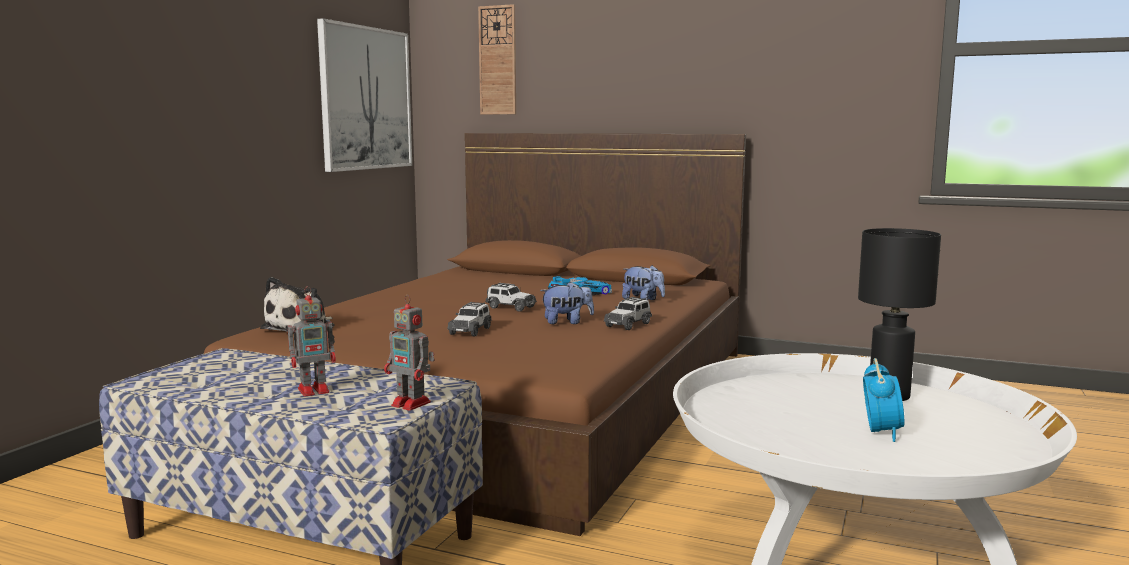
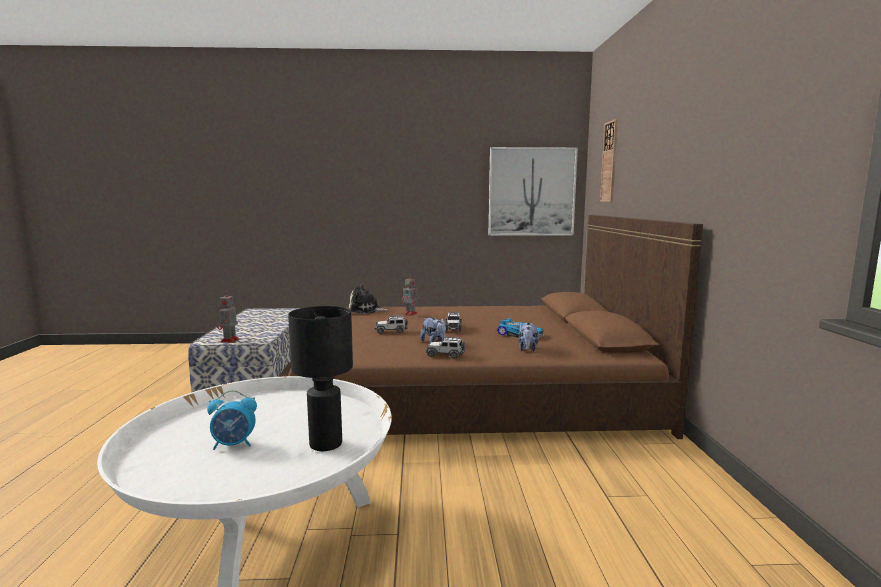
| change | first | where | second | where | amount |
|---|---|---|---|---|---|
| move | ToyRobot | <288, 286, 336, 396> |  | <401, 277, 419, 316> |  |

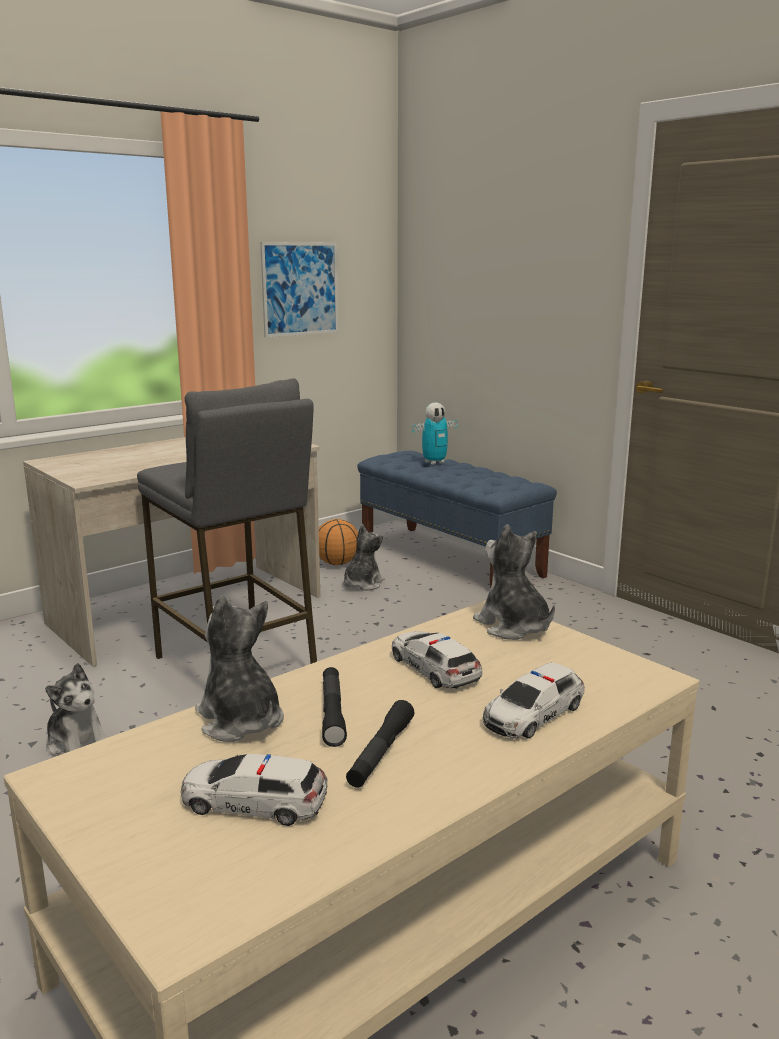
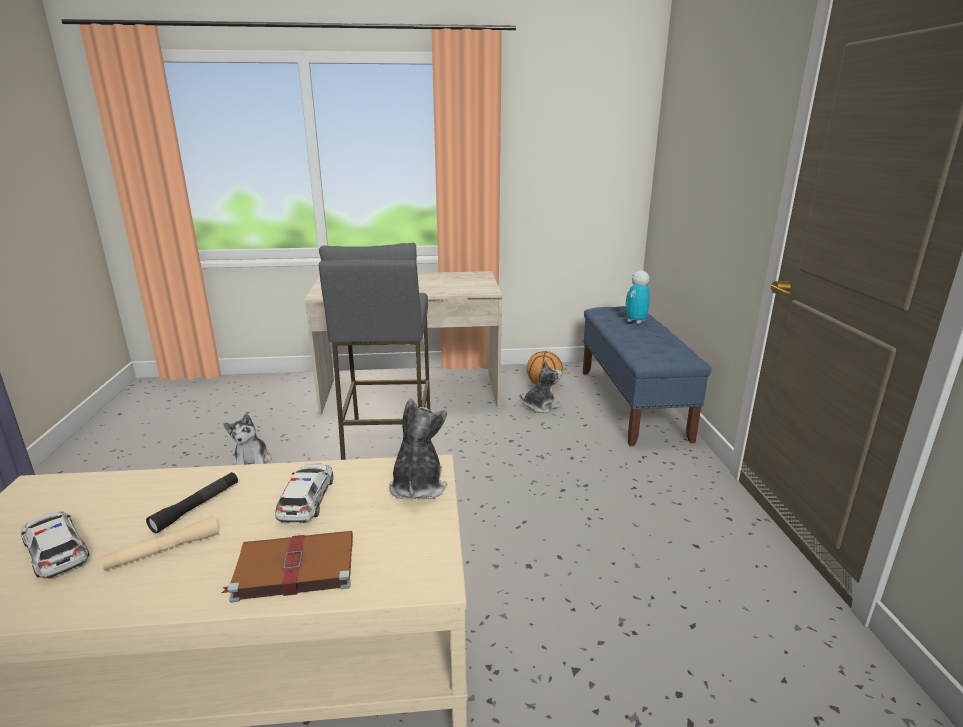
| change | first | where | second | where | amount |
|---|---|---|---|---|---|
| recolor | BlackColouredHandTorch | <346, 700, 415, 788> | BeigeHandTorch | <101, 516, 219, 571> |  |
| replace | ToyCar | <483, 662, 585, 739> | BrownishVolume | <221, 531, 353, 603> |  |
| rotate | ToyRobot | <412, 402, 458, 465> |  | <625, 270, 650, 324> | 120 degrees clockwise |
| delete | CuddlyToy | <195, 596, 284, 742> |  |  |  |
| delete | WallArt | <260, 242, 338, 338> |  |  |  |

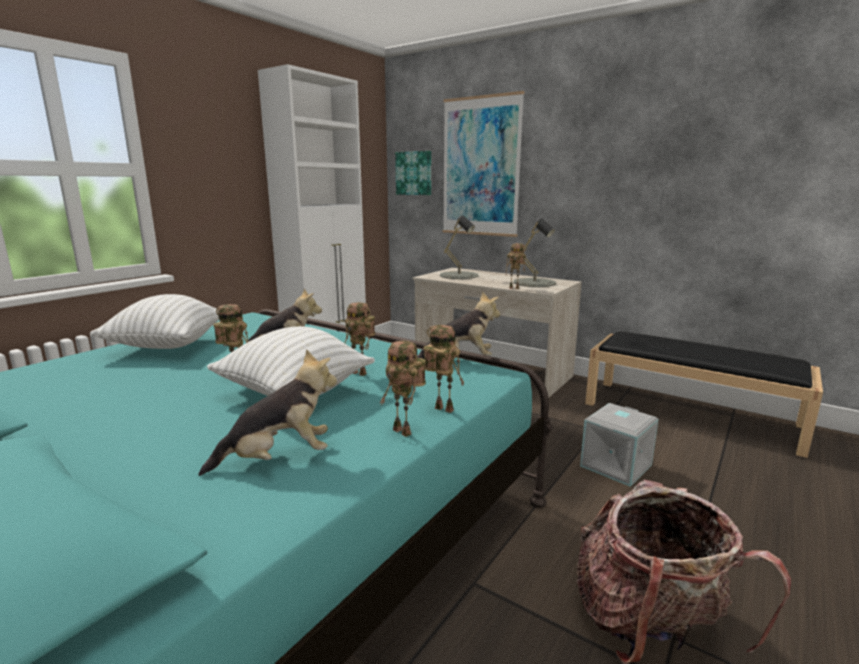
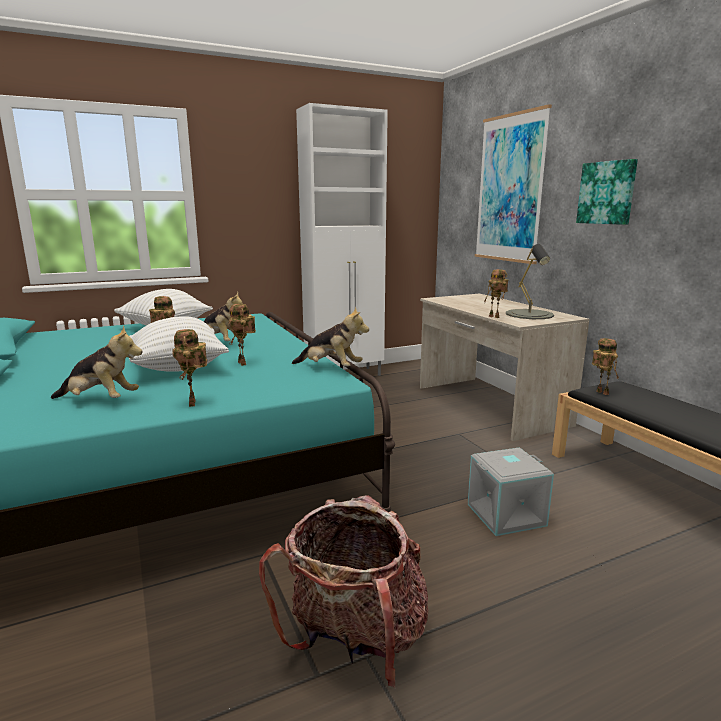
| change | first | where | second | where | amount |
|---|---|---|---|---|---|
| move | WallArt | <395, 151, 431, 195> |  | <576, 159, 638, 225> |  |
| move | ToyRobot | <424, 325, 464, 413> |  | <592, 338, 619, 395> |  |
| delete | GreyishTableLamp | <440, 215, 479, 279> |  |  |  |

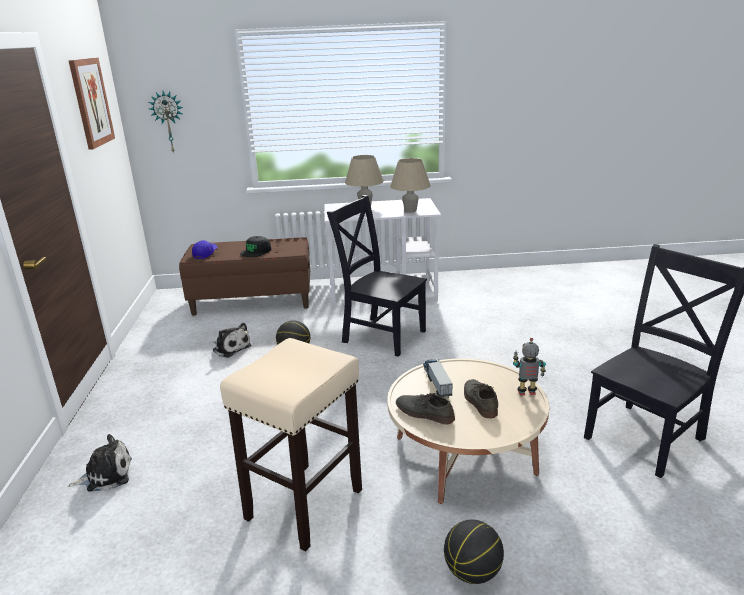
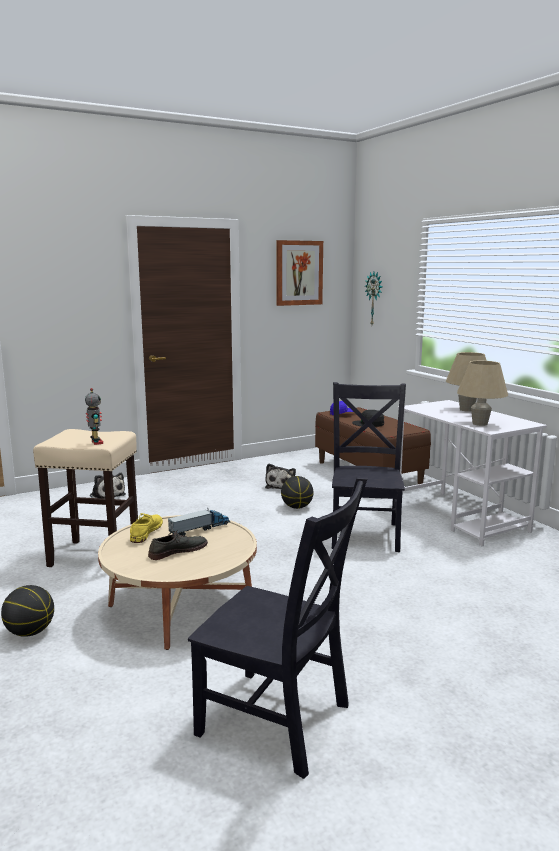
| change | first | where | second | where | amount |
|---|---|---|---|---|---|
| move | ToyRobot | <513, 338, 546, 396> |  | <85, 388, 103, 445> |  |
| recolor | GreyishShoe | <396, 393, 455, 425> | YellowishShoe | <130, 513, 163, 543> |  |

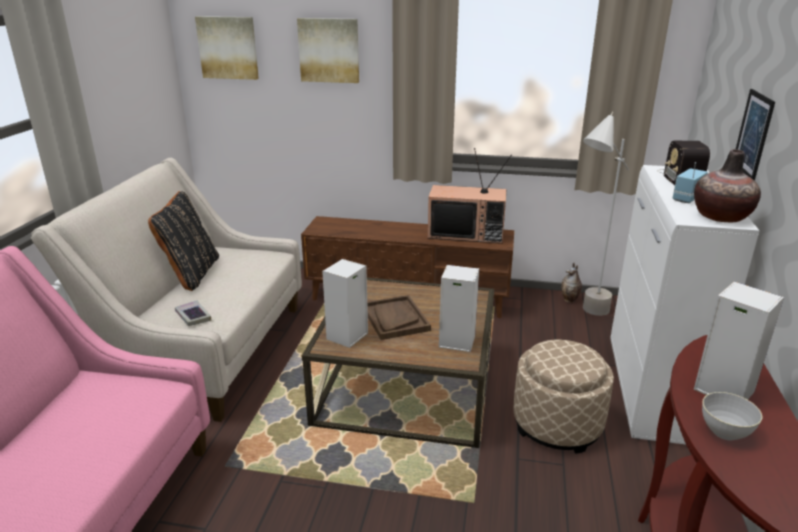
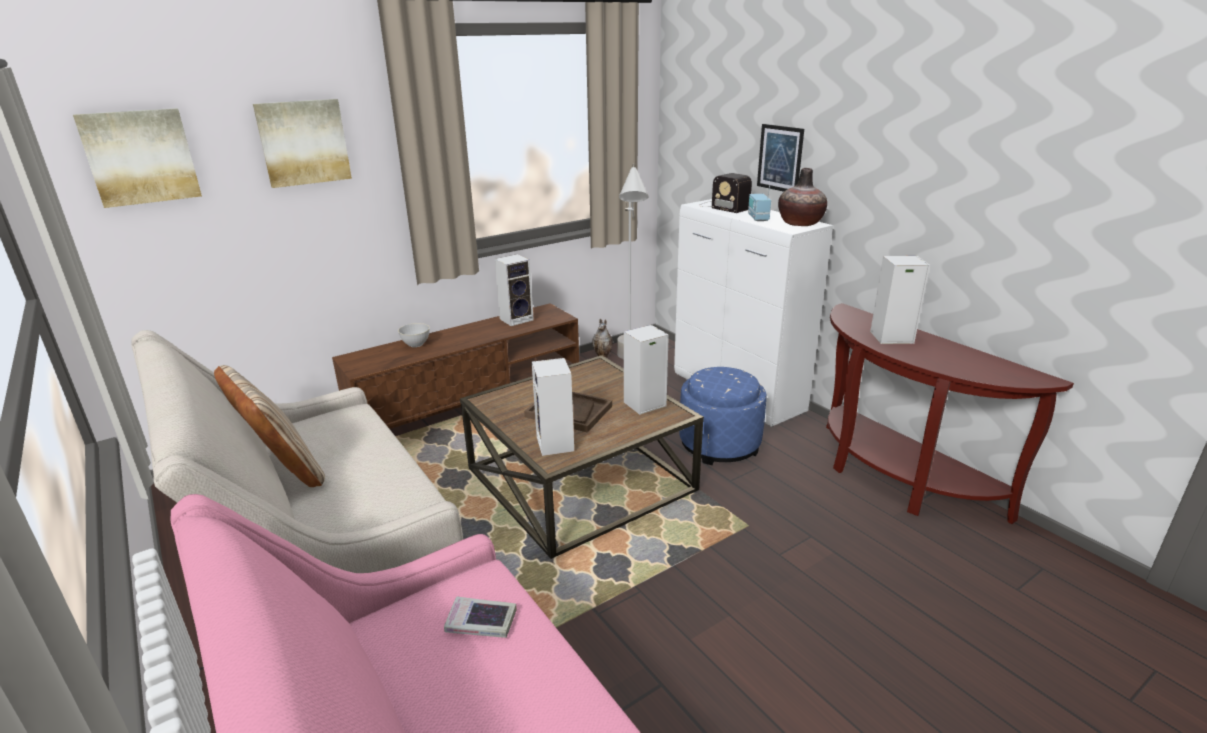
| change | first | where | second | where | amount |
|---|---|---|---|---|---|
| recolor | BlackColouredPillow | <148, 191, 219, 291> | BeigePillow | <214, 365, 325, 487> |  |
| move | GreyishBowl | <702, 392, 762, 440> |  | <398, 323, 430, 347> |  |
| move | Volume | <175, 300, 211, 326> |  | <444, 596, 516, 638> |  |
| replace | TvSet | <428, 148, 512, 244> | AudioSpeaker | <494, 254, 534, 326> |  |
| recolor | BeigePouffe | <513, 339, 614, 454> | BluePouffe | <679, 367, 766, 465> |  |

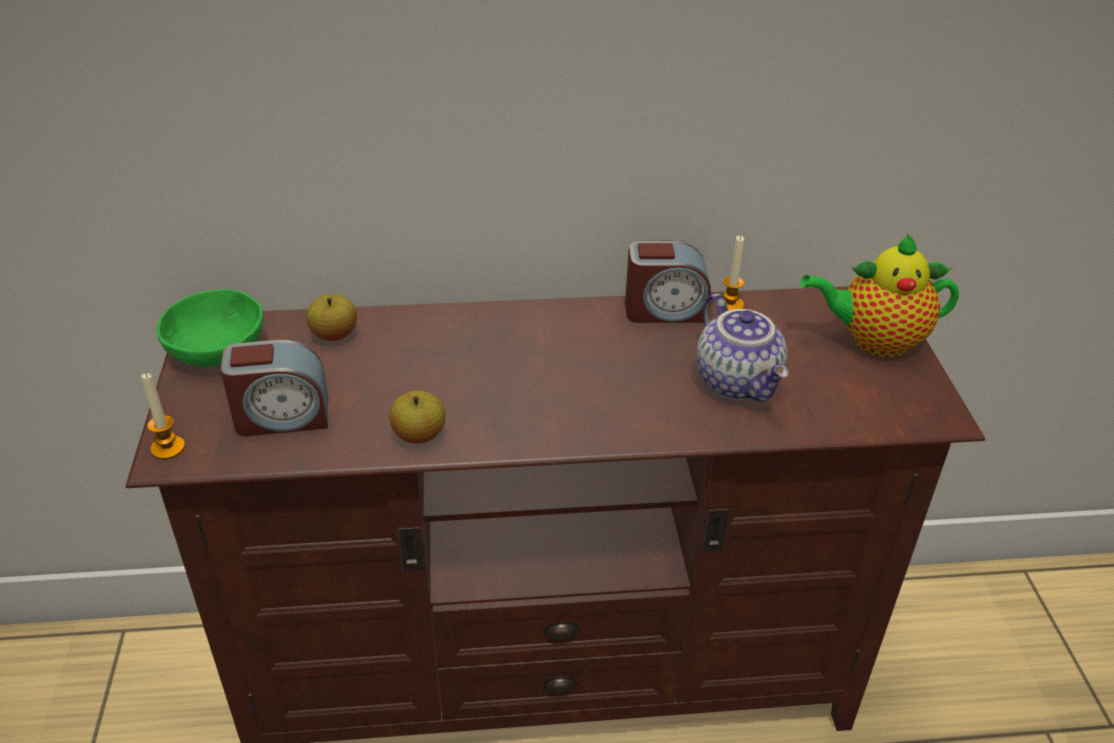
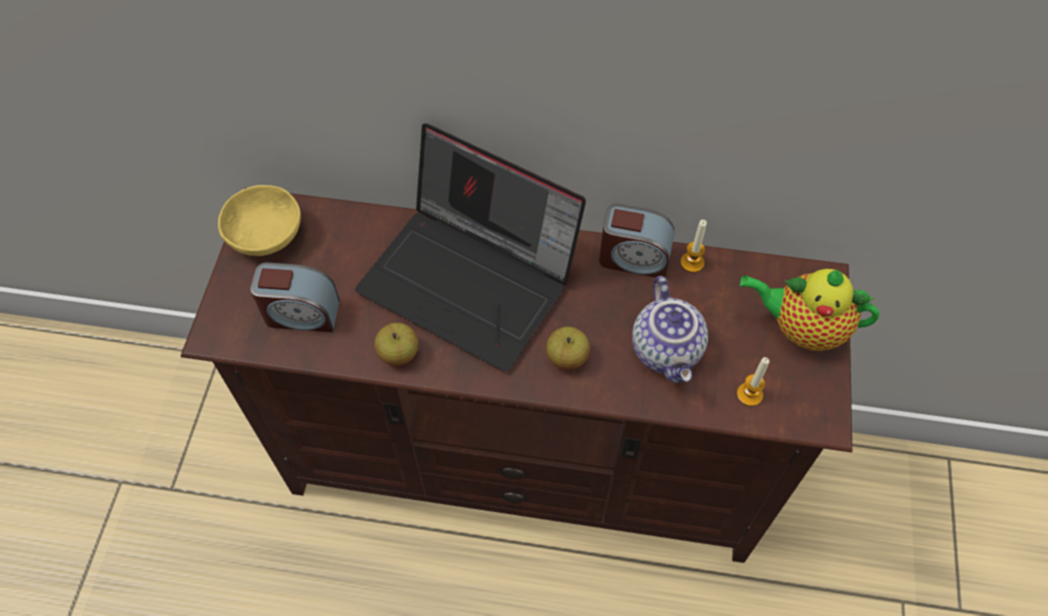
| change | first | where | second | where | amount |
|---|---|---|---|---|---|
| recolor | GreenishBowl | <157, 289, 263, 367> | YellowishBowl | <218, 185, 301, 256> |  |
| insert |  |  | NotebookComputer | <355, 124, 586, 372> |  |
| move | AppleFruit | <306, 294, 357, 341> |  | <546, 327, 590, 370> |  |
| move | WaxCandle | <141, 373, 185, 460> |  | <737, 357, 769, 406> |  |

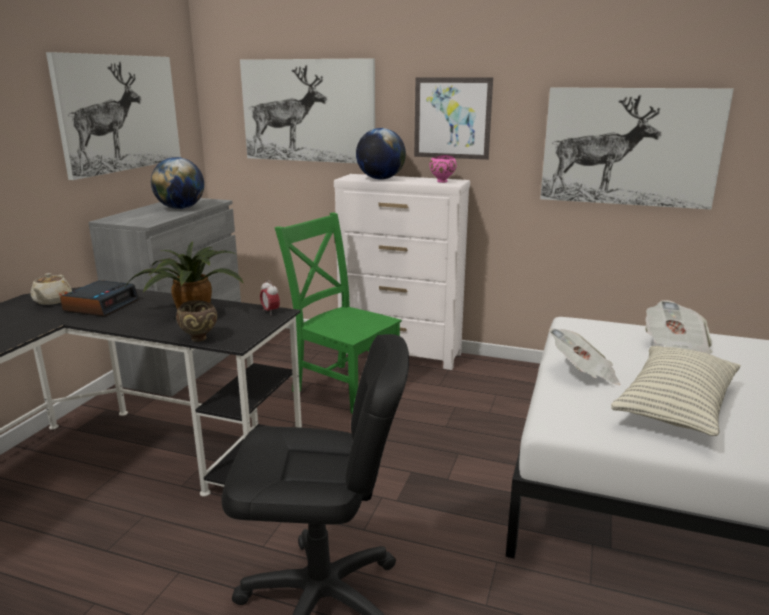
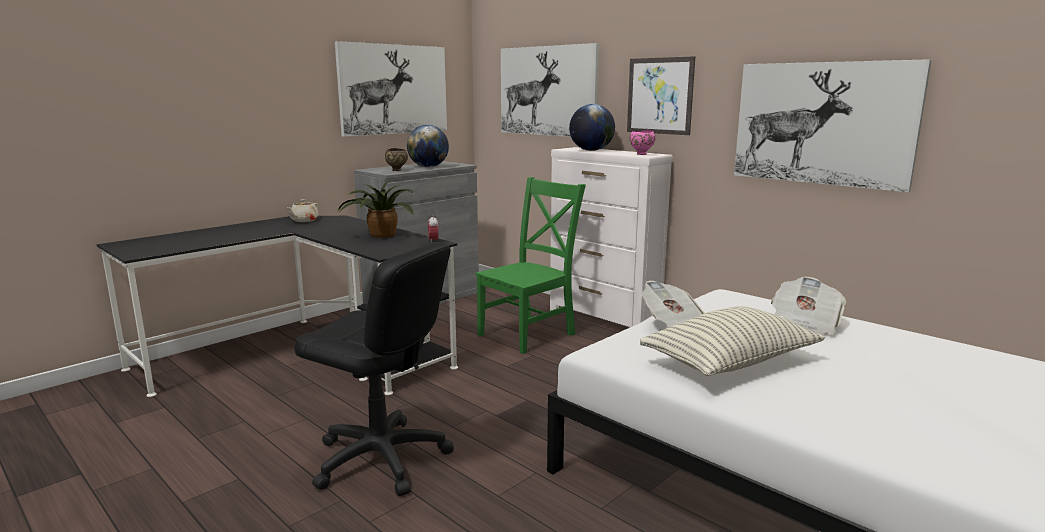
| change | first | where | second | where | amount |
|---|---|---|---|---|---|
| move | BrownishBowl | <176, 300, 217, 342> |  | <385, 148, 408, 171> |  |
| rotate | GreenishPlainChair | <275, 212, 402, 414> |  | <475, 177, 586, 354> | 75 degrees clockwise |
| delete | BedsideClock | <60, 280, 139, 317> |  |  |  |

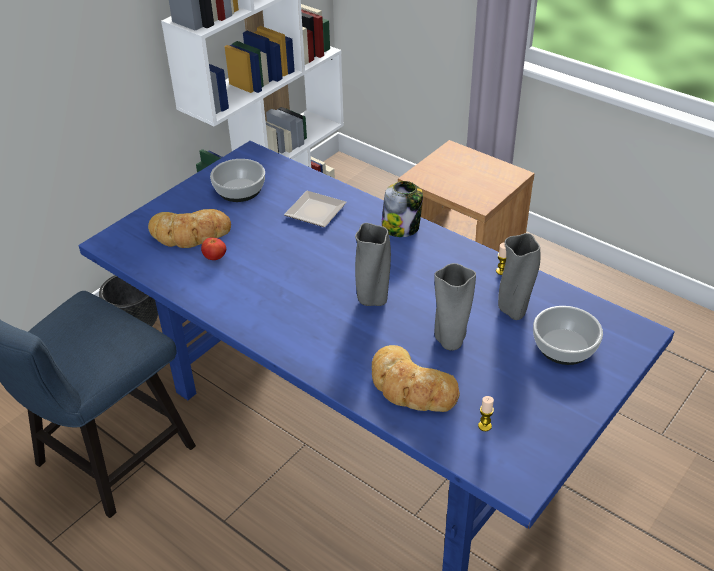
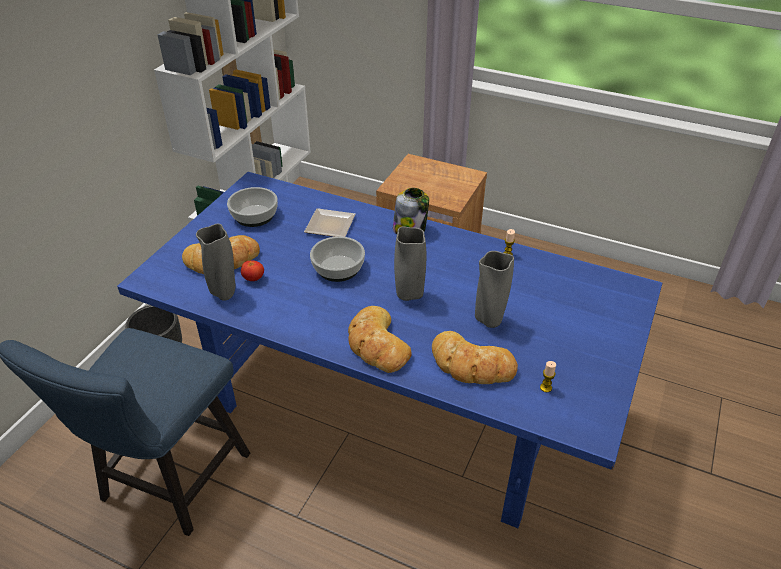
| change | first | where | second | where | amount |
|---|---|---|---|---|---|
| move | GreyishFlowerVase | <498, 233, 541, 320> |  | <196, 224, 235, 301> |  |
| move | Bowl | <533, 306, 603, 365> |  | <310, 236, 365, 282> |  |
| insert |  |  | BakeryBread | <348, 306, 412, 373> |  |

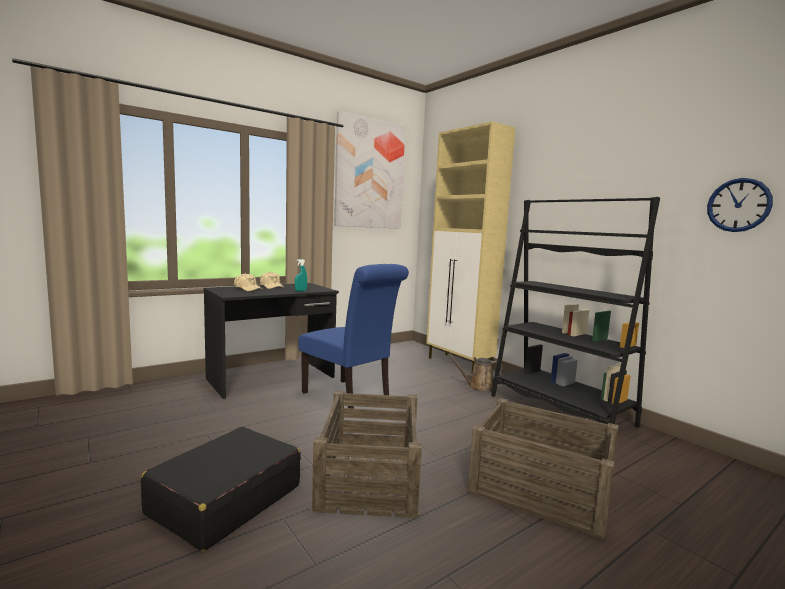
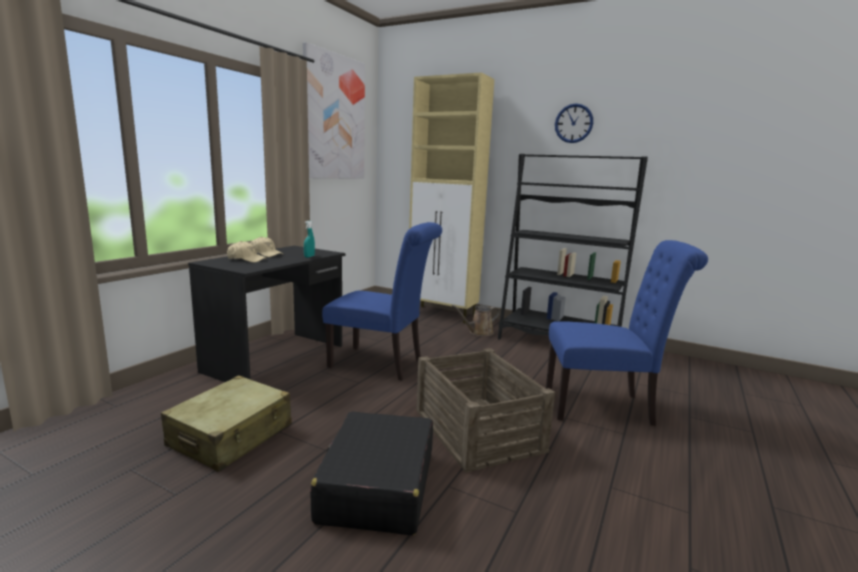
| change | first | where | second | where | amount |
|---|---|---|---|---|---|
| insert |  |  | BeigeSuitcase | <161, 375, 292, 472> |  |
| replace | ShippingCrate | <467, 398, 618, 540> | BluePlainChair | <546, 240, 708, 426> |  |
| move | HangingClock | <707, 178, 773, 232> |  | <555, 103, 593, 143> |  |

